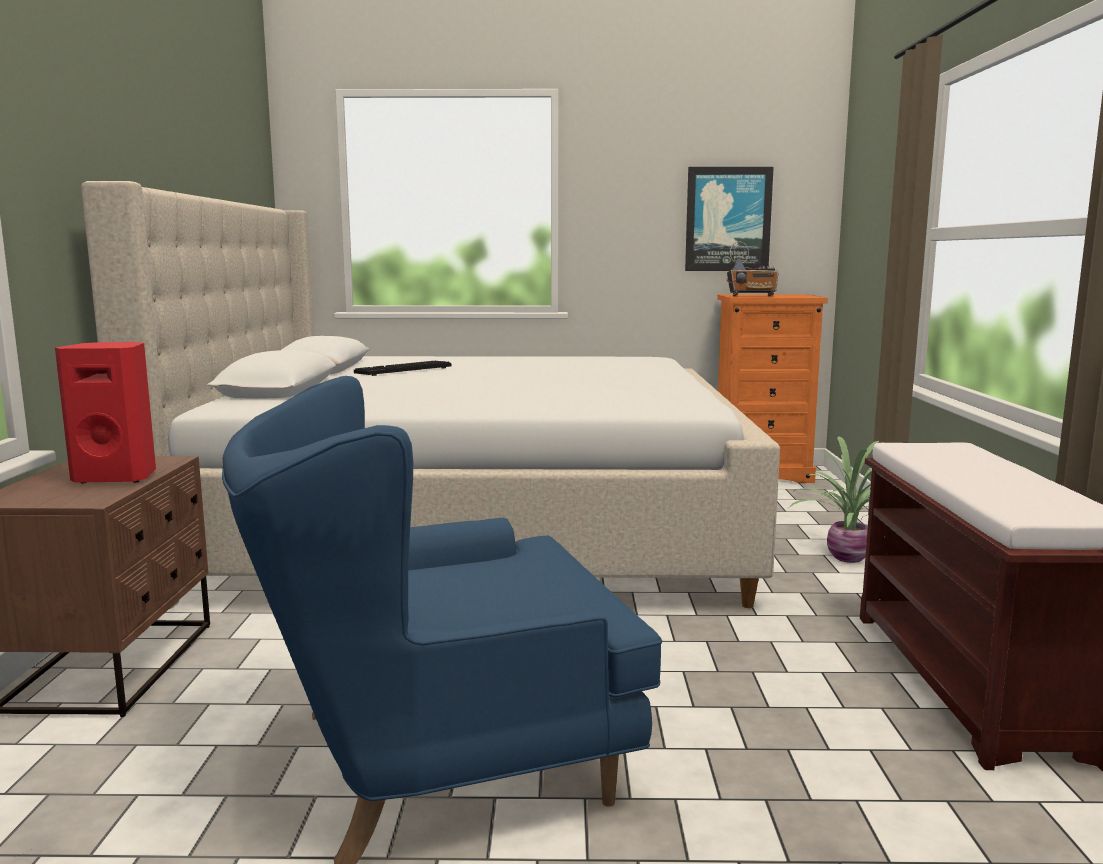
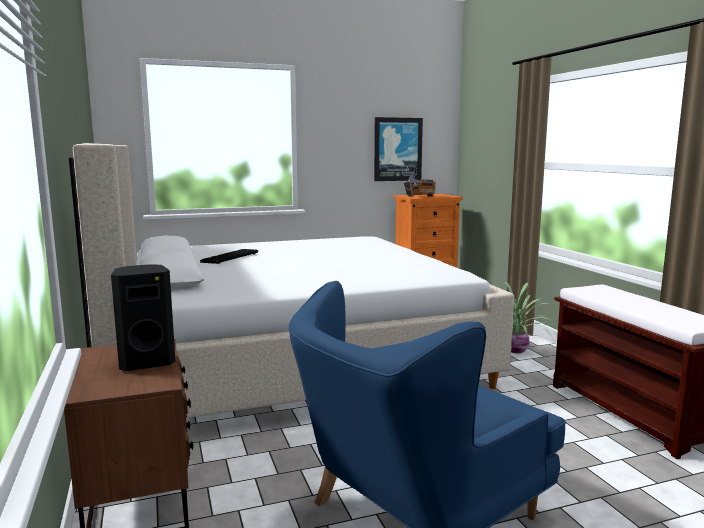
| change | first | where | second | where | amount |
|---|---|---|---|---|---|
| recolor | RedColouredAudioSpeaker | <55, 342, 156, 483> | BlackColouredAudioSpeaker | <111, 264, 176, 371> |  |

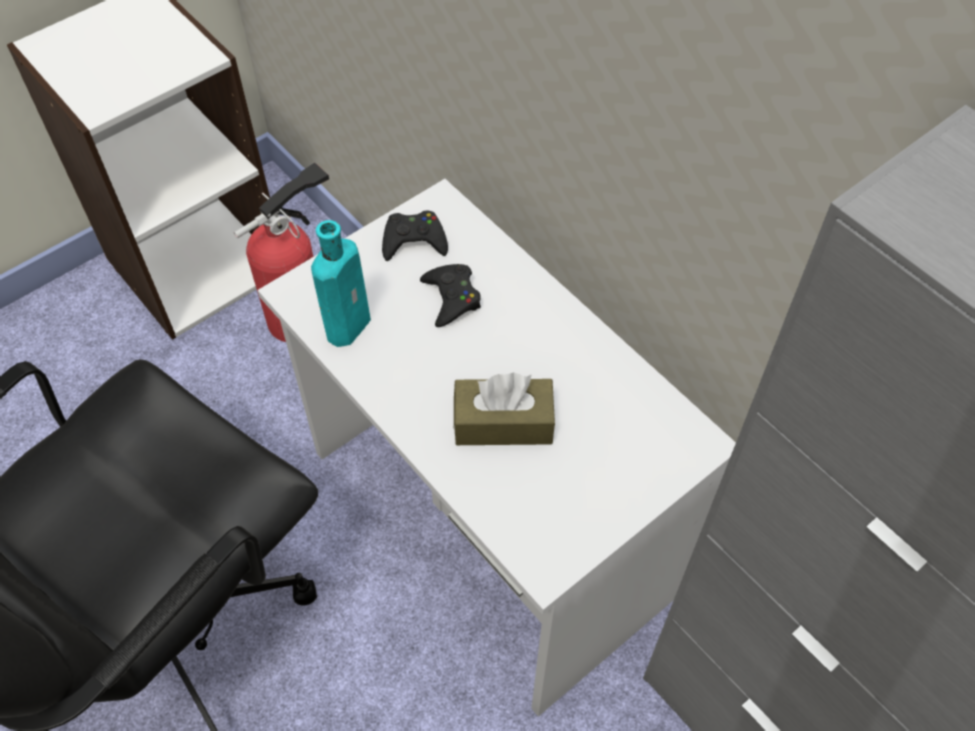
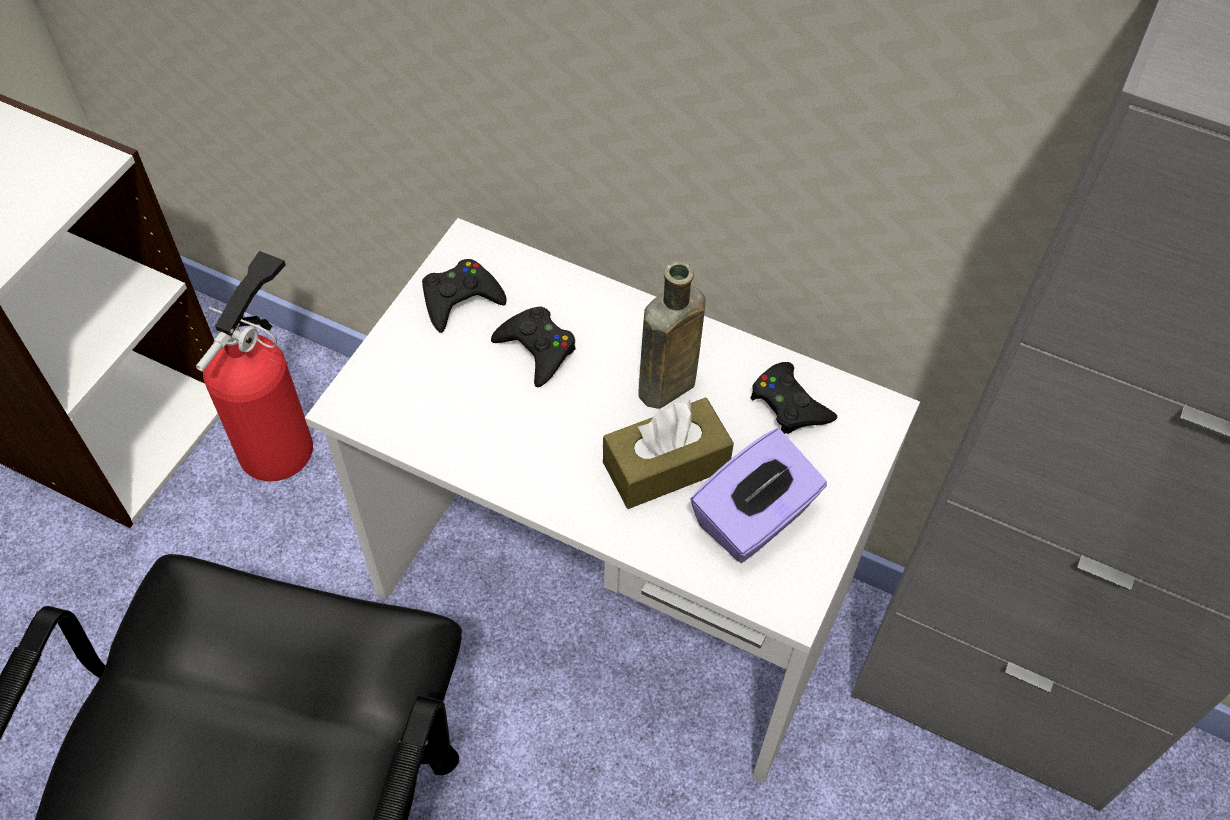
| change | first | where | second | where | amount |
|---|---|---|---|---|---|
| insert |  |  | BrownishDrinkBottle | <638, 261, 706, 409> |  |
| insert |  |  | PurpleColouredTissueBox | <690, 429, 827, 563> |  |
| insert |  |  | BlackColouredGamepad | <750, 362, 837, 434> |  |
| delete | BlueGreenDrinkBottle | <311, 220, 371, 347> |  |  |  |

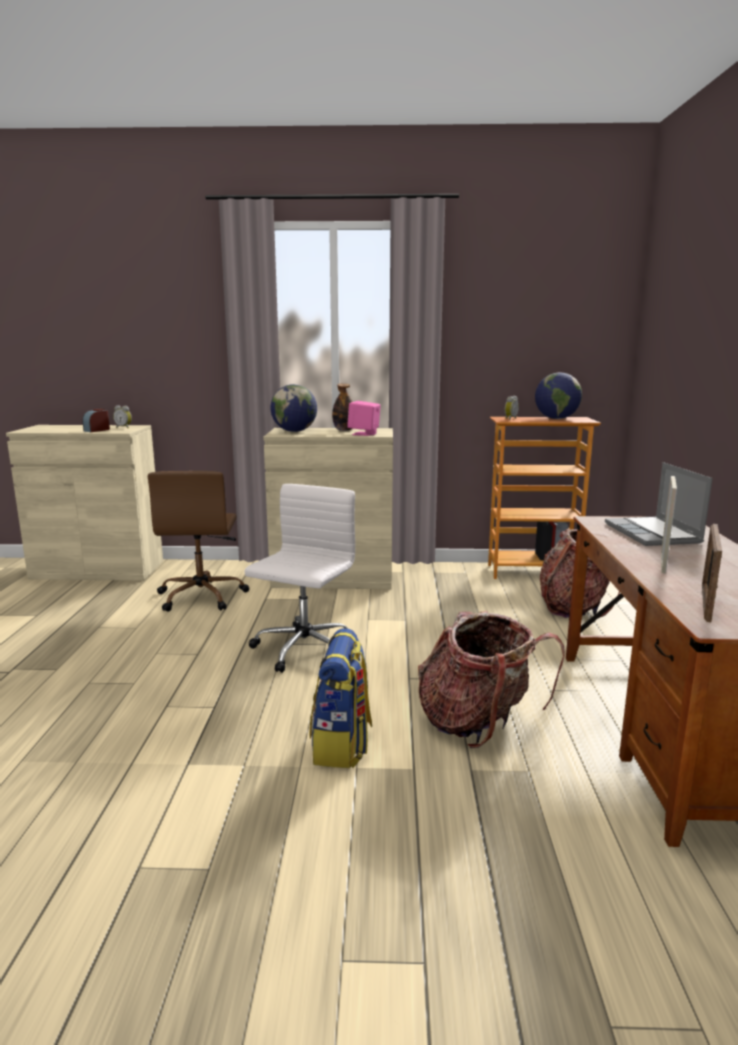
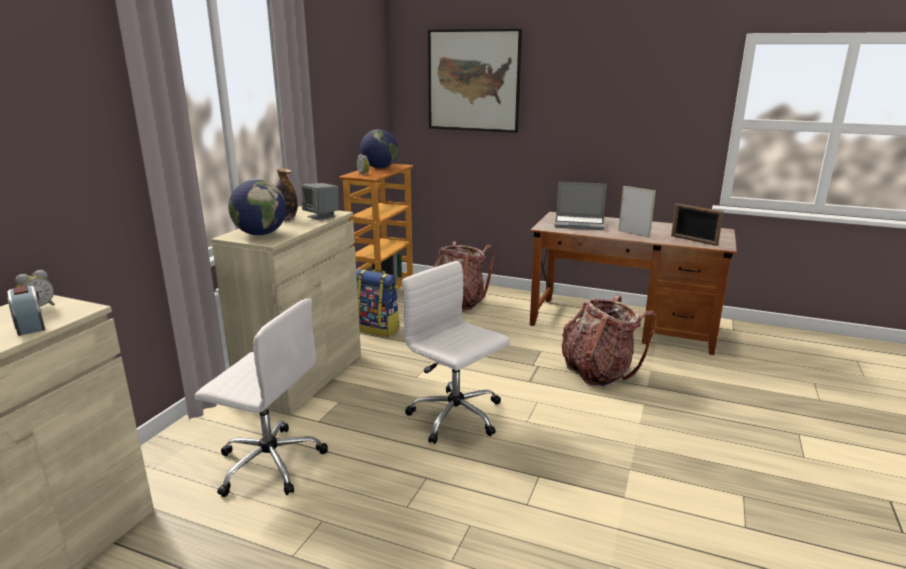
| change | first | where | second | where | amount |
|---|---|---|---|---|---|
| recolor | BrownishDeskChair | <148, 471, 249, 611> | WhiteDeskChair | <195, 298, 328, 497> |  |
| recolor | PinkColouredAudioSpeaker | <347, 401, 381, 436> | GreyishAudioSpeaker | <302, 183, 339, 220> |  |
| move | Knapsack | <310, 628, 372, 768> |  | <356, 269, 400, 337> |  |
| insert |  |  | WallArt | <428, 29, 522, 133> |  |

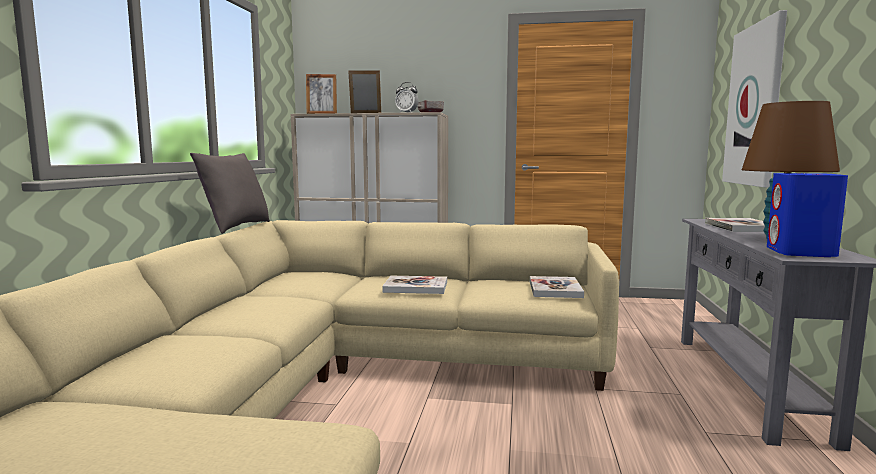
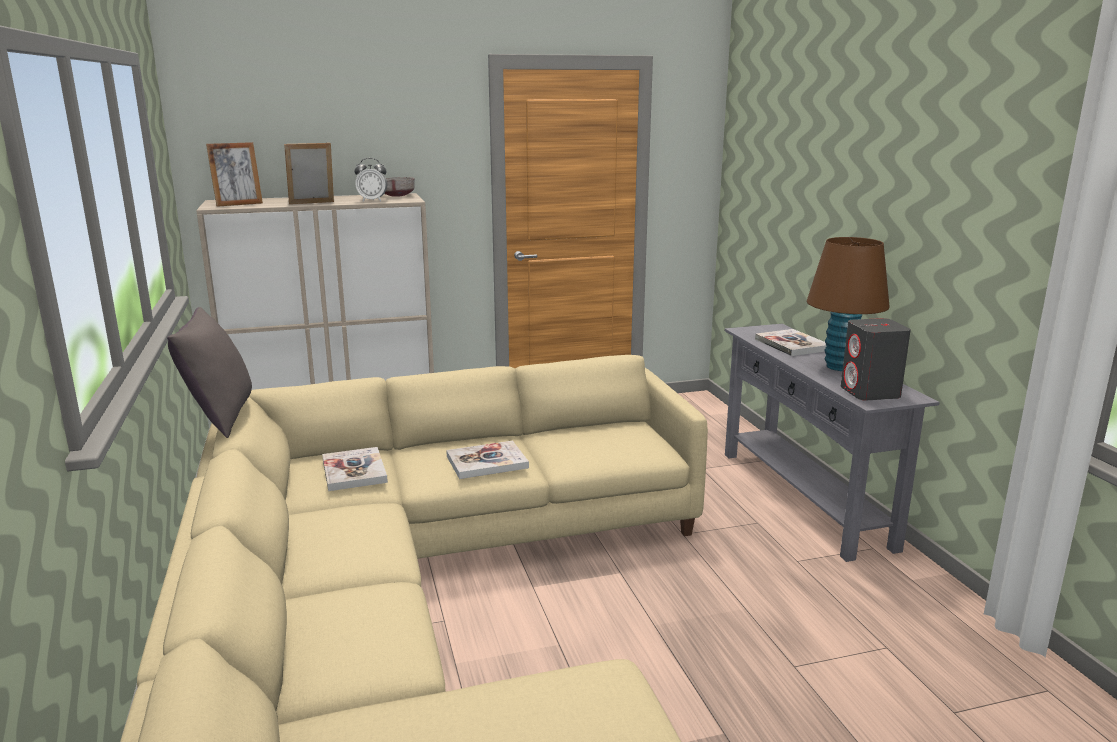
| change | first | where | second | where | amount |
|---|---|---|---|---|---|
| move | Volume | <530, 276, 584, 298> |  | <322, 447, 388, 491> |  |
| recolor | BlueAudioSpeaker | <767, 173, 848, 257> | GreyishAudioSpeaker | <841, 318, 911, 400> |  |
| delete | WallArt | <722, 10, 787, 187> |  |  |  |

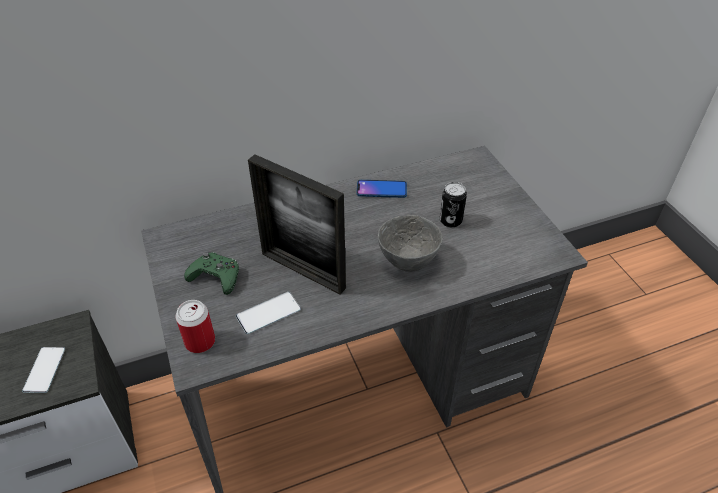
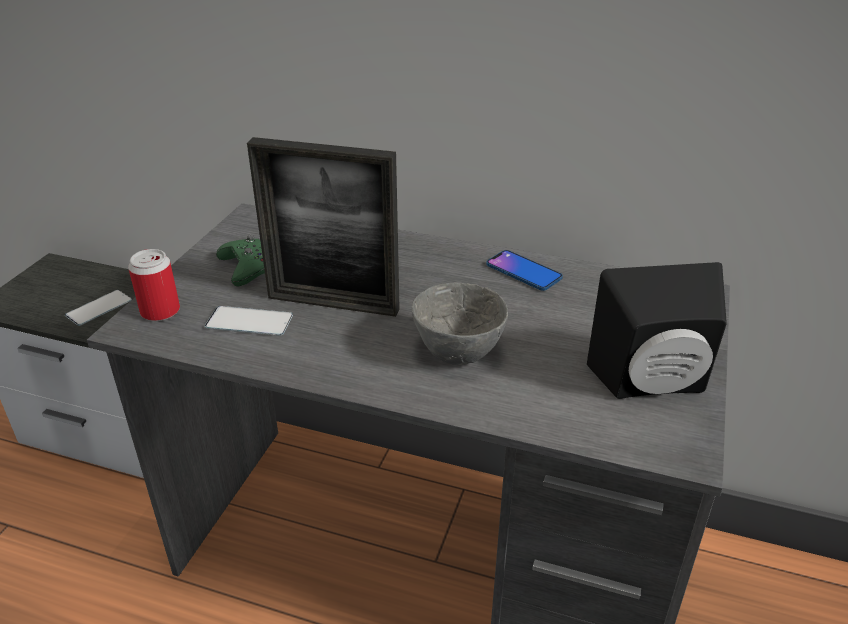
| change | first | where | second | where | amount |
|---|---|---|---|---|---|
| rotate | StandingFrame | <248, 154, 346, 294> |  | <247, 137, 400, 317> | 60 degrees counterclockwise |
| insert |  |  | BlackColouredAudioSpeaker | <587, 262, 727, 399> |  |
| delete | MetalCan | <440, 182, 467, 227> |  |  |  |

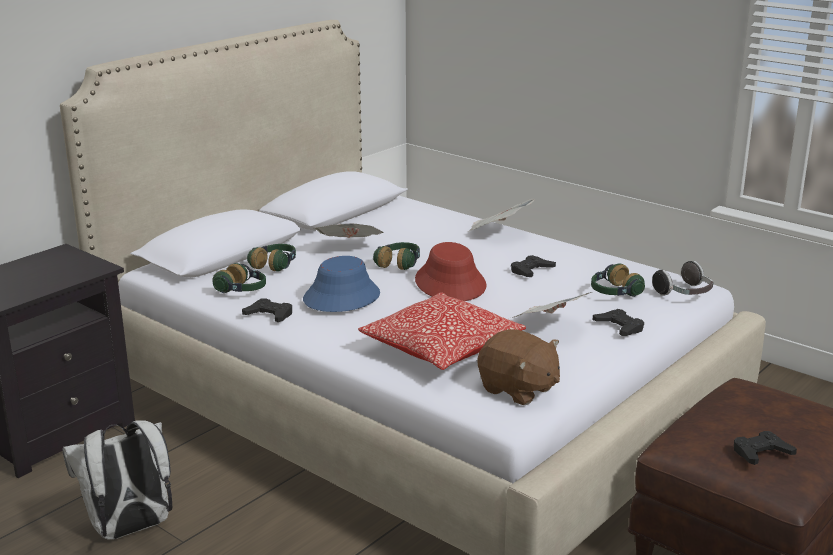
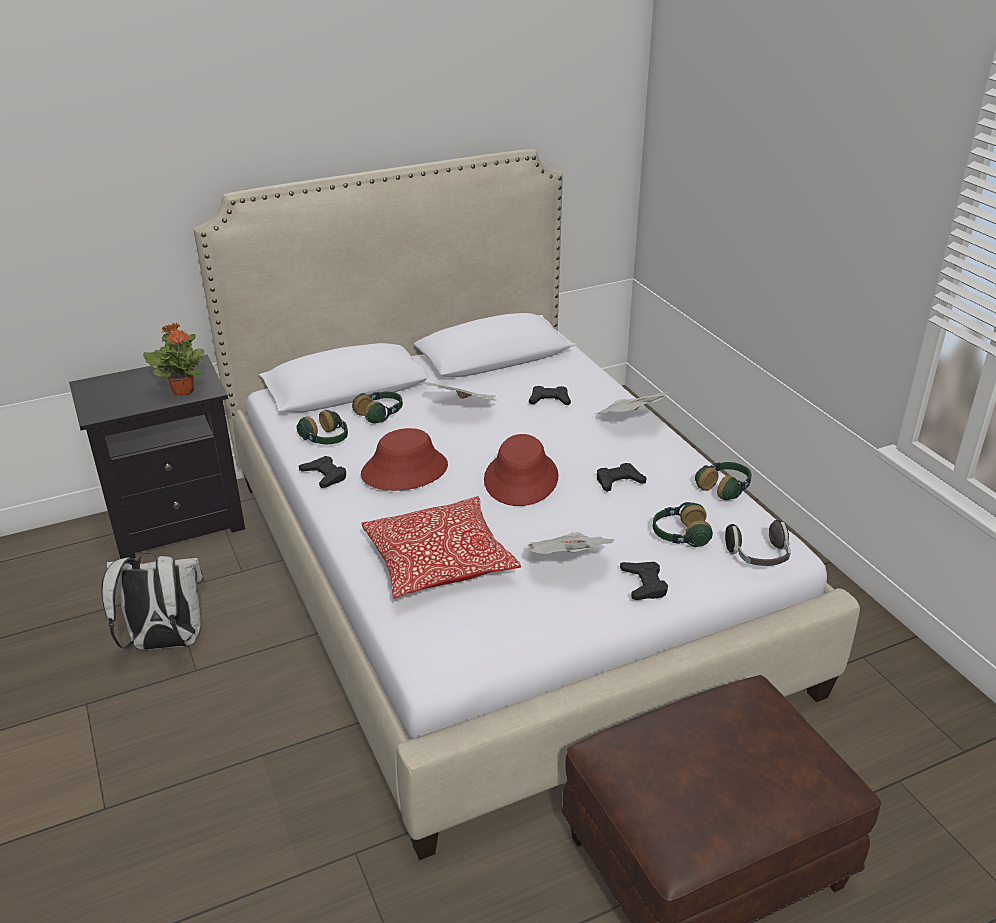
| change | first | where | second | where | amount |
|---|---|---|---|---|---|
| insert |  |  | PottedPlant | <143, 323, 204, 396> |  |
| recolor | BlueClothingHat | <303, 256, 380, 312> | RedColouredClothingHat | <361, 428, 448, 491> |  |
| move | BlackColouredGamepad | <734, 431, 797, 465> |  | <529, 386, 571, 405> |  |
| move | Headphones | <373, 242, 420, 270> |  | <695, 462, 752, 500> |  |
| delete | BrownishCuddlyToy | <478, 329, 560, 405> |  |  |  |

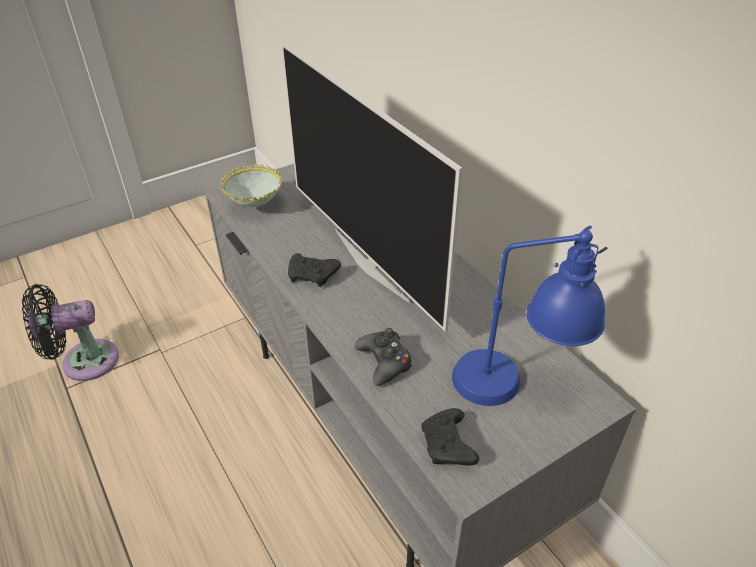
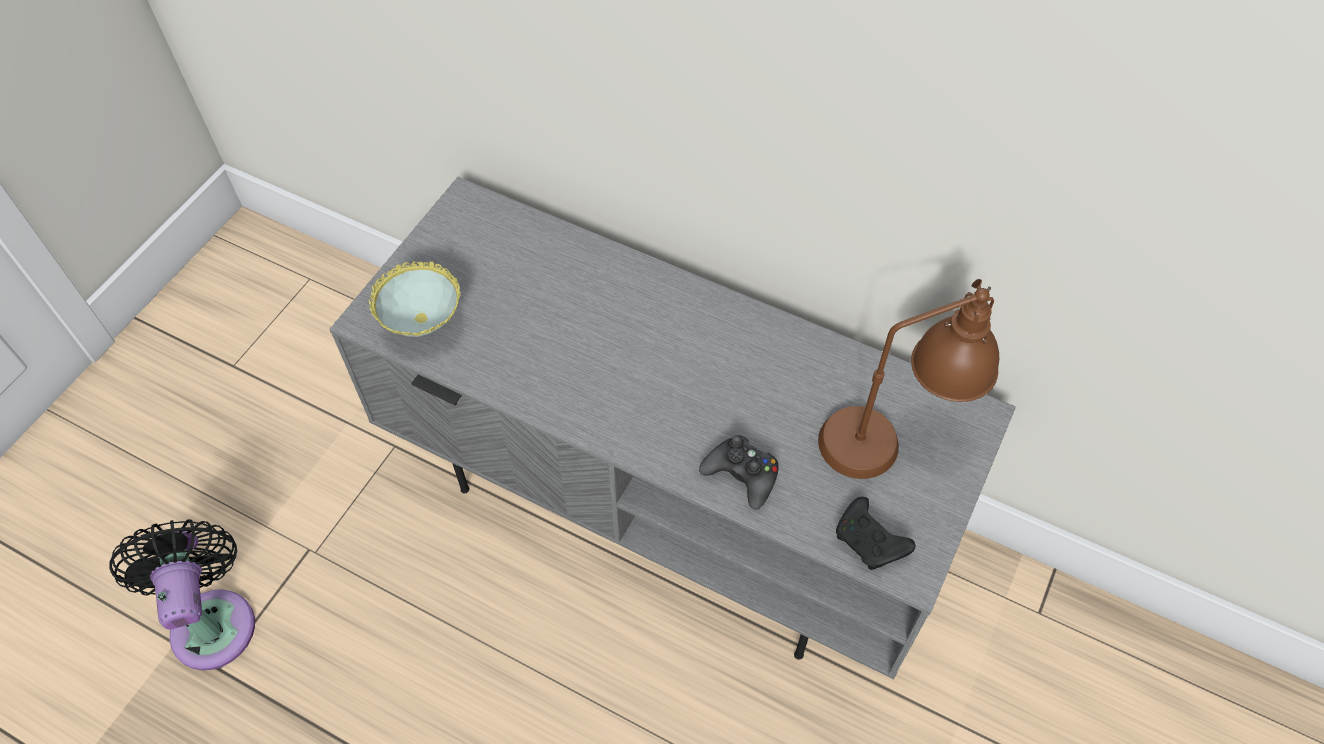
| change | first | where | second | where | amount |
|---|---|---|---|---|---|
| rotate | BlackColouredCoolingFan | <22, 284, 119, 381> |  | <109, 520, 255, 670> | 120 degrees clockwise |
| recolor | BlueTableLamp | <452, 226, 608, 406> | BrownishTableLamp | <818, 279, 999, 479> |  |
| delete | TvSet | <281, 42, 463, 332> |  |  |  |
| delete | BlackColouredGamepad | <288, 253, 341, 287> |  |  |  |

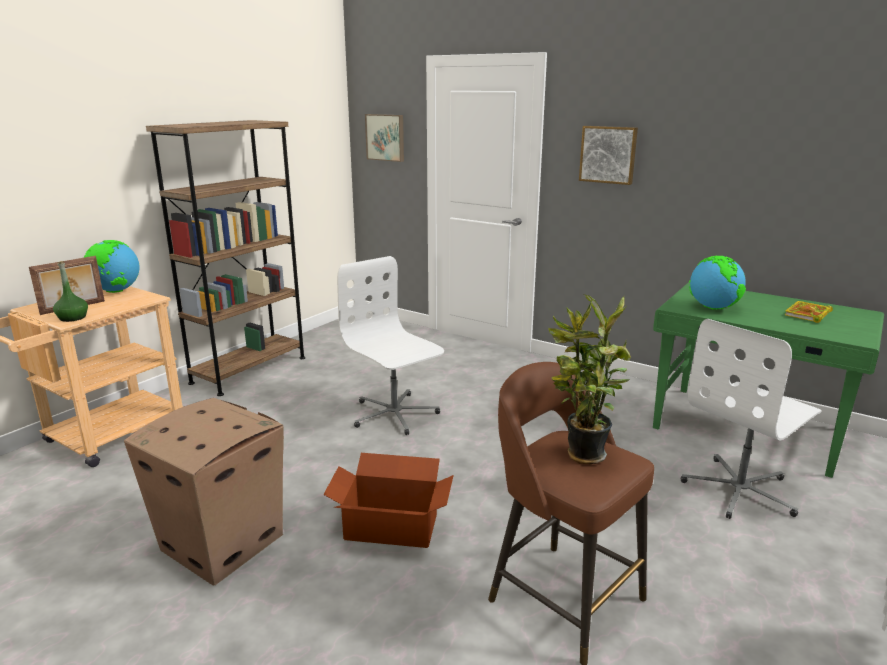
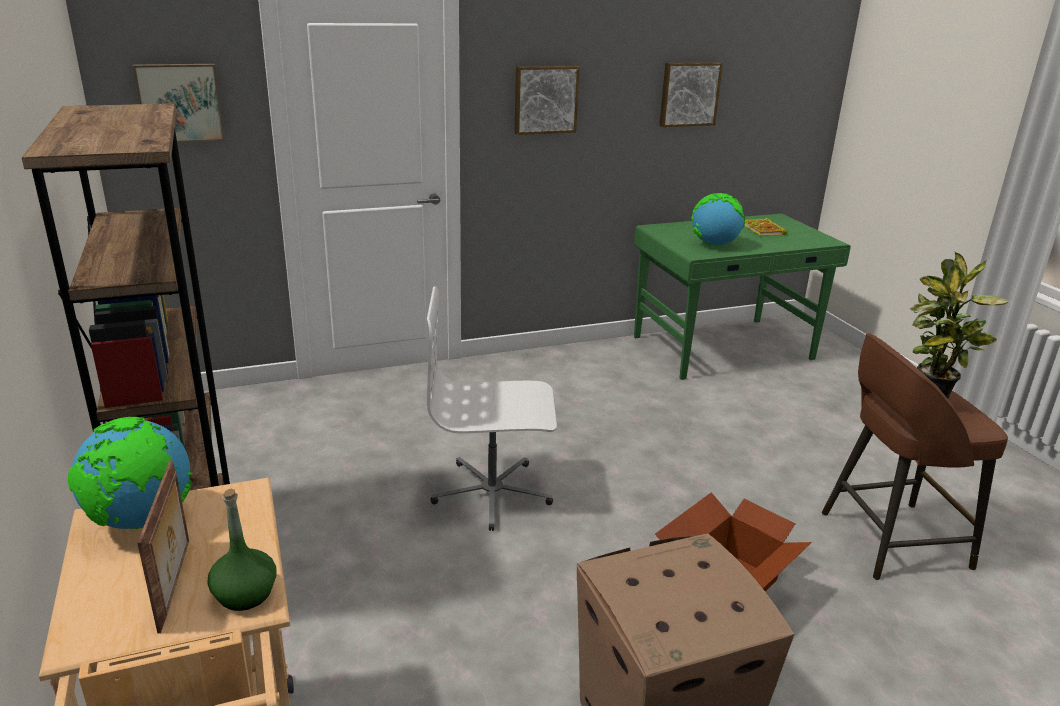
| change | first | where | second | where | amount |
|---|---|---|---|---|---|
| insert |  |  | WallArt | <659, 62, 723, 127> |  |
| delete | WhiteDeskChair | <681, 319, 821, 519> |  |  |  |

